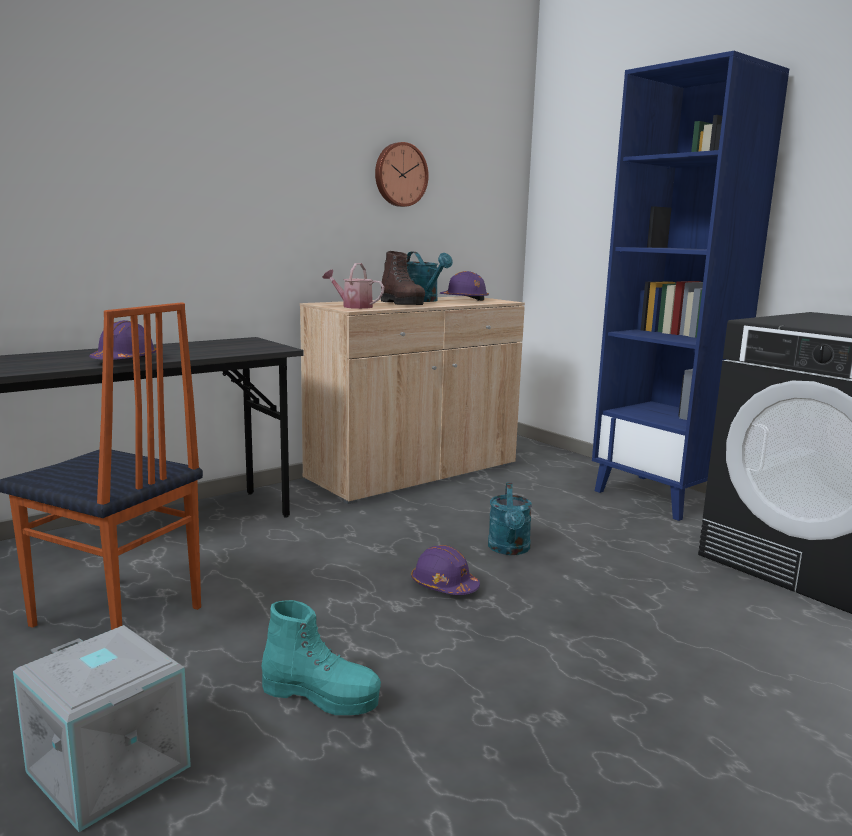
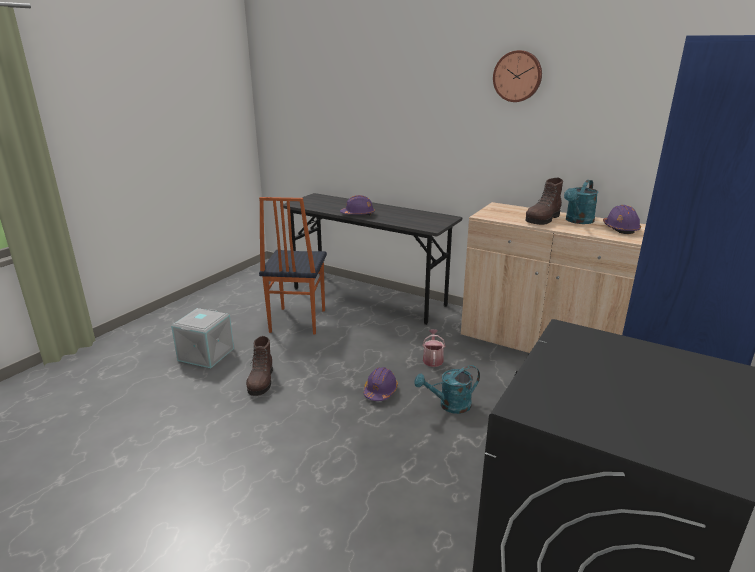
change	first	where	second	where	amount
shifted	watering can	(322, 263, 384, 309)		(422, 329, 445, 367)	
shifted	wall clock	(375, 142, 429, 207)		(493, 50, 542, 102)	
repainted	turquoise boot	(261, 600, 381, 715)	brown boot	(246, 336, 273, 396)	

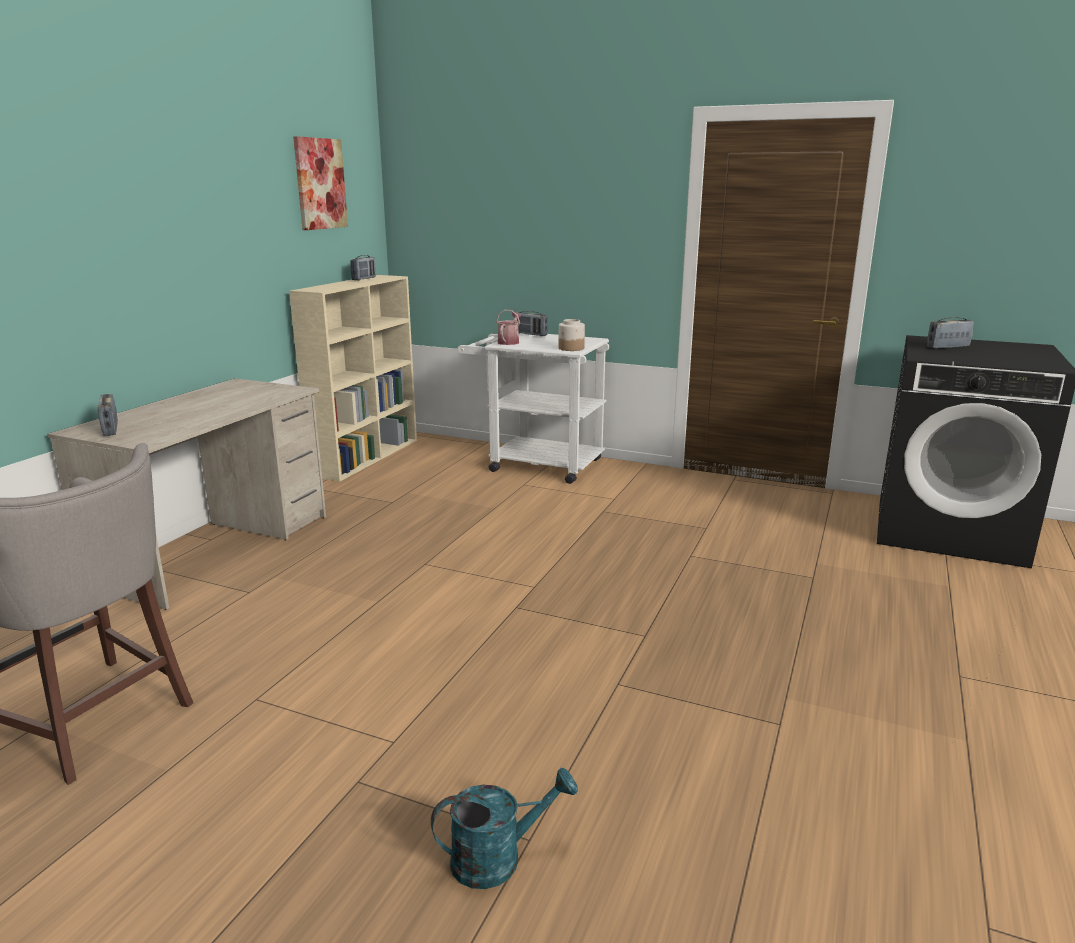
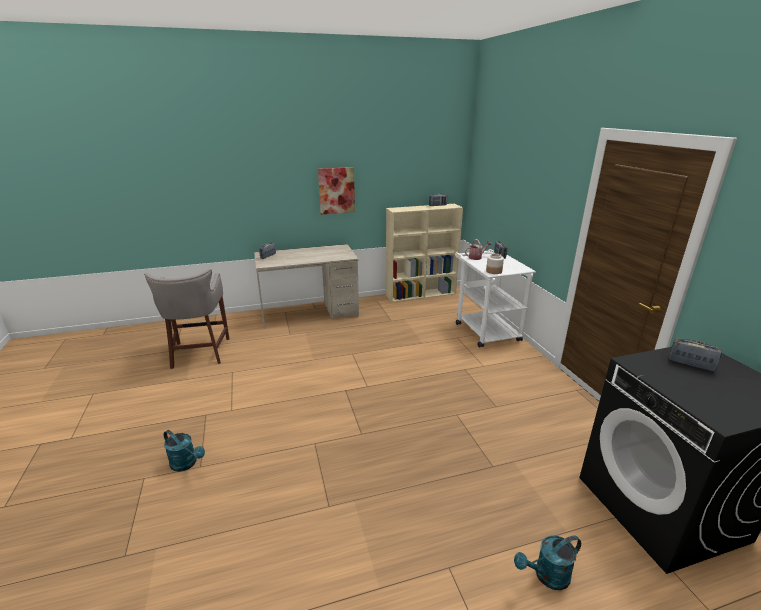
change	first	where	second	where	amount
new			turquoise watering can	(514, 535, 581, 590)	
shifted	picture	(293, 136, 348, 230)		(318, 167, 355, 214)	

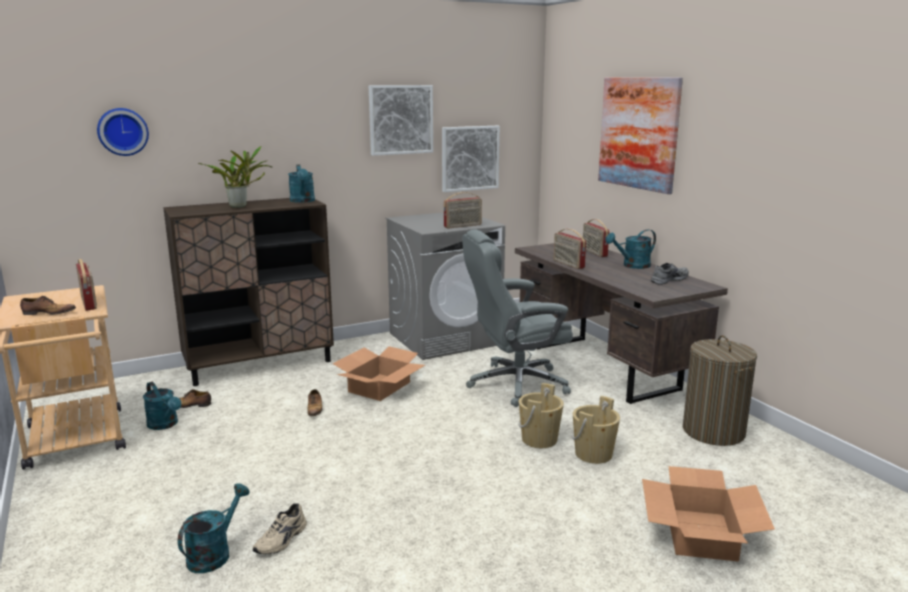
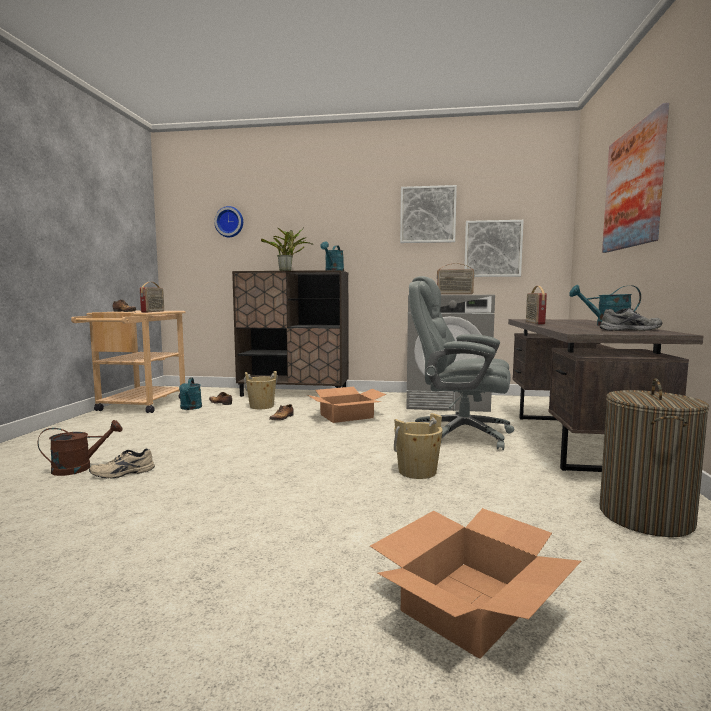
change	first	where	second	where	amount
gone	radio	(583, 219, 609, 257)			
shifted	beige bucket	(572, 396, 620, 464)		(244, 371, 278, 409)	
repainted	turquoise watering can	(178, 483, 250, 573)	brown watering can	(38, 420, 123, 476)	

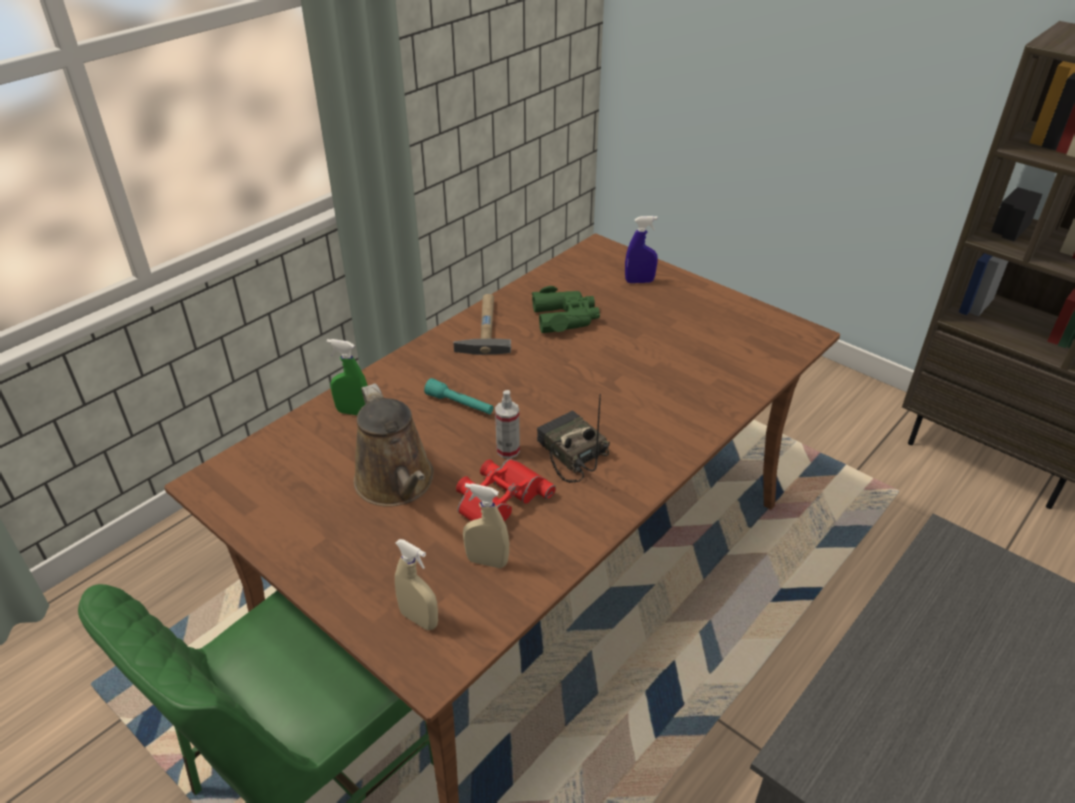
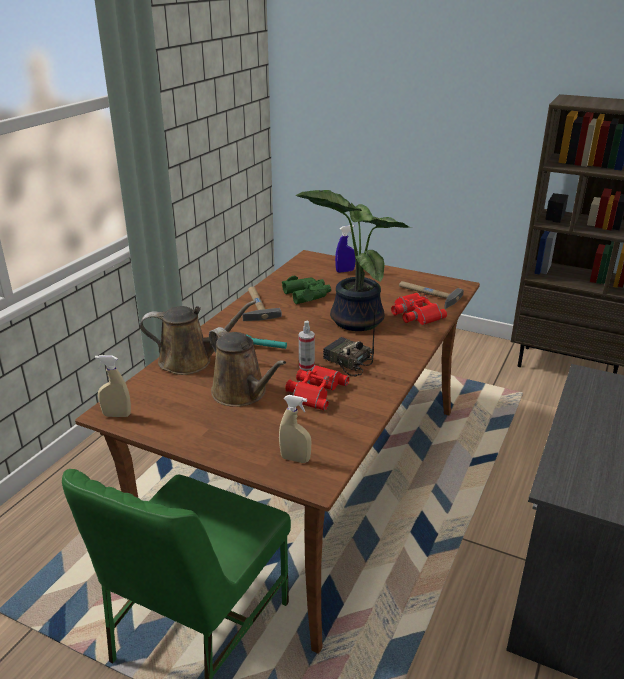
change	first	where	second	where	amount
new			potted plant	(296, 190, 412, 331)	
new			red binoculars	(391, 292, 447, 325)	
new			hammer	(399, 281, 464, 309)	
shifted	beige spray bottle	(463, 483, 509, 568)		(95, 355, 131, 417)	
swapped	green spray bottle	(327, 339, 368, 415)	brown watering can	(140, 300, 256, 375)	

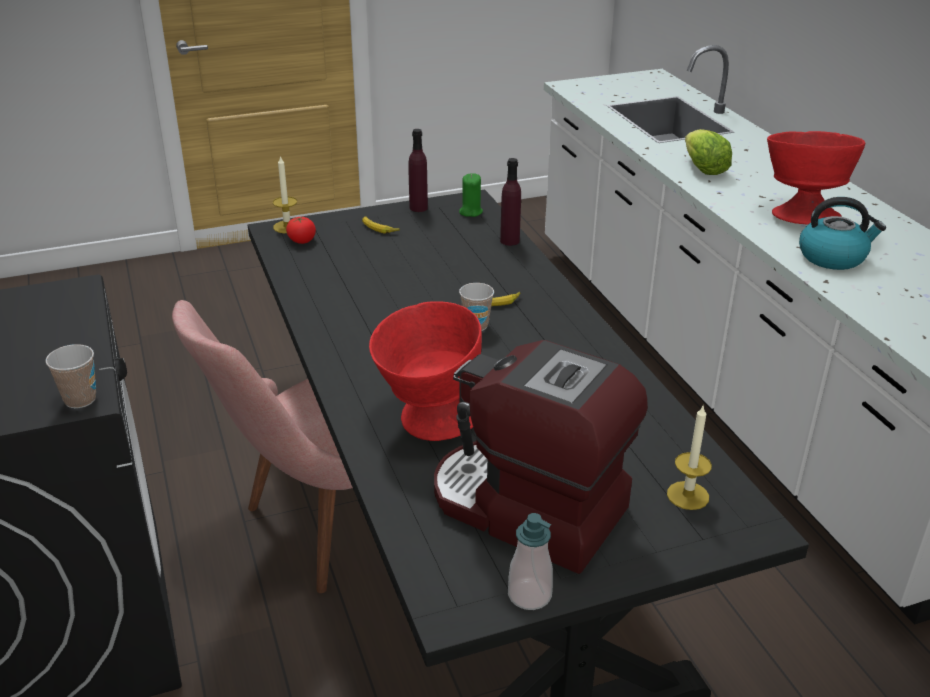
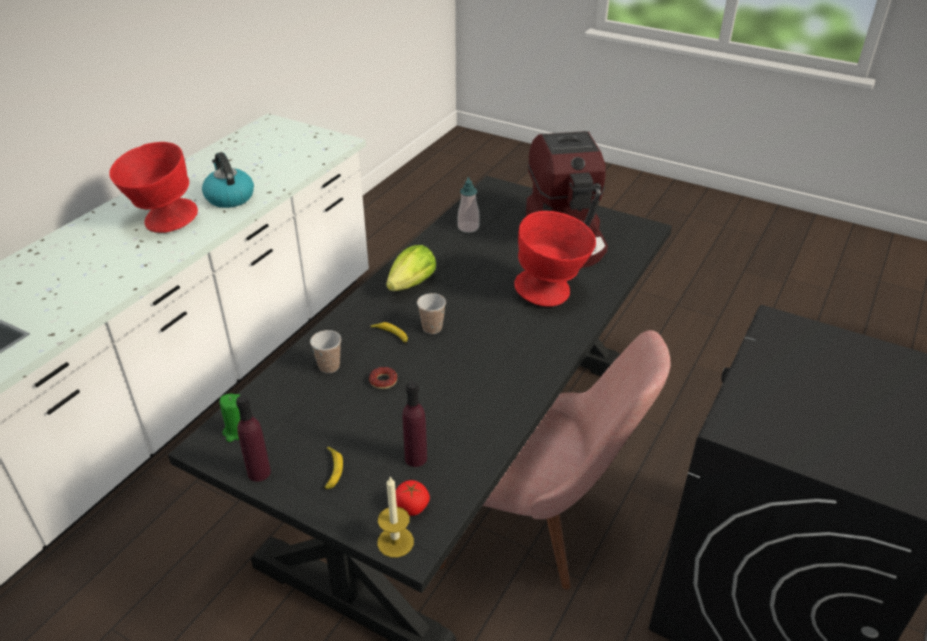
change	first	where	second	where	amount
gone	candle	(667, 406, 712, 510)			
new			donut	(369, 367, 397, 389)	
shifted	cup	(46, 344, 96, 408)		(310, 330, 341, 373)	
shifted	purple bottle	(500, 158, 521, 246)		(402, 381, 427, 467)	
shifted	soap dispenser	(508, 513, 553, 610)		(457, 177, 480, 233)	
shifted	lettuce	(685, 129, 732, 175)		(386, 245, 436, 291)	

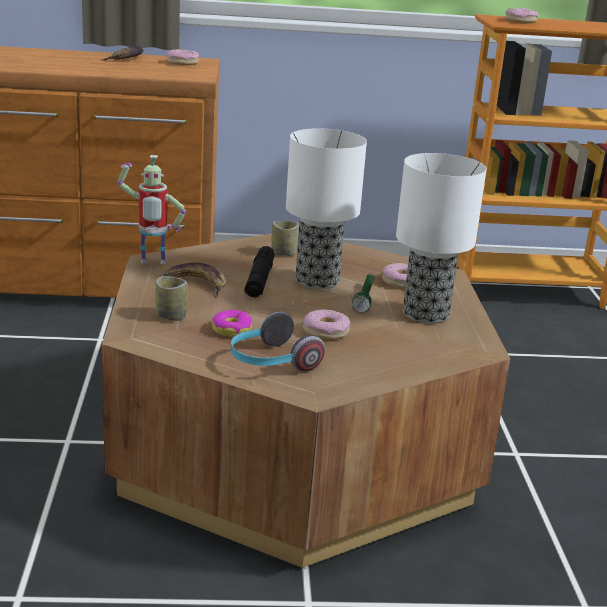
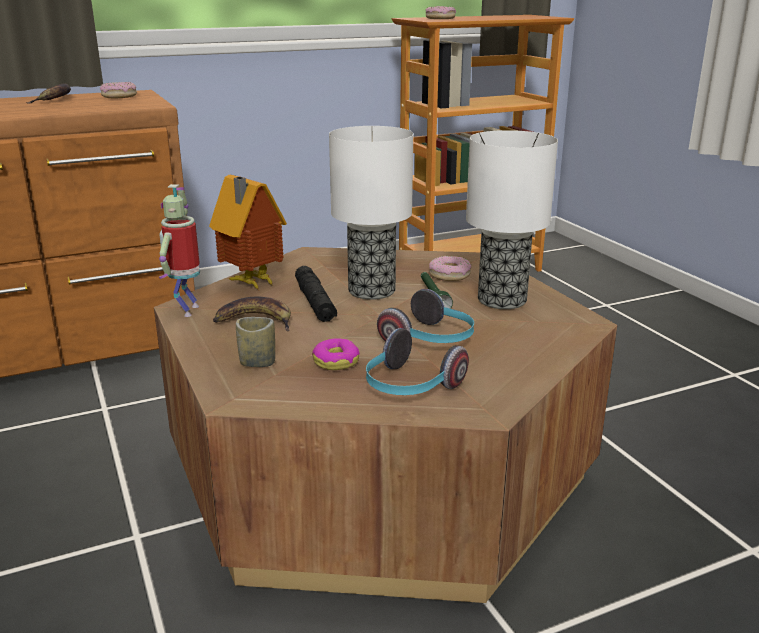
change	first	where	second	where	amount
gone	cup	(271, 221, 299, 256)			
new			toy house	(209, 175, 287, 290)	
swapped	donut	(303, 309, 350, 340)	headphones	(377, 289, 474, 343)	
rotated	toy robot	(117, 155, 186, 264)		(159, 184, 200, 317)	120 degrees clockwise

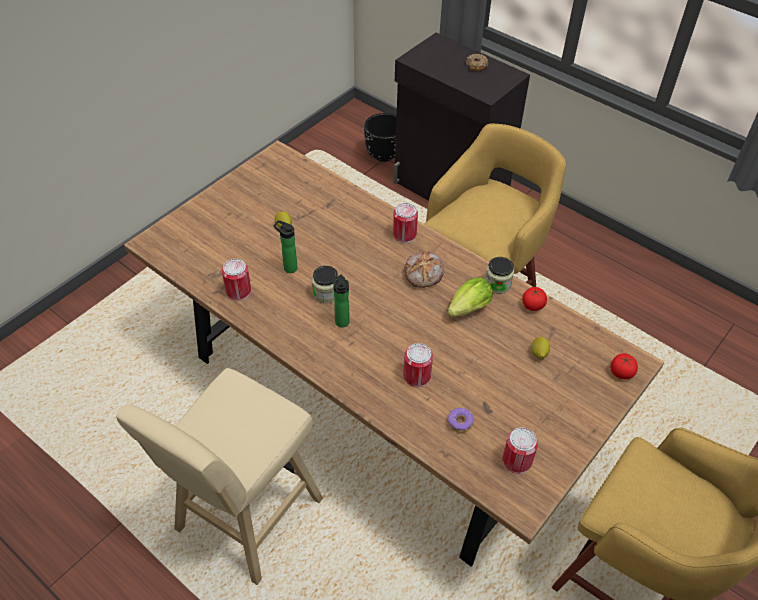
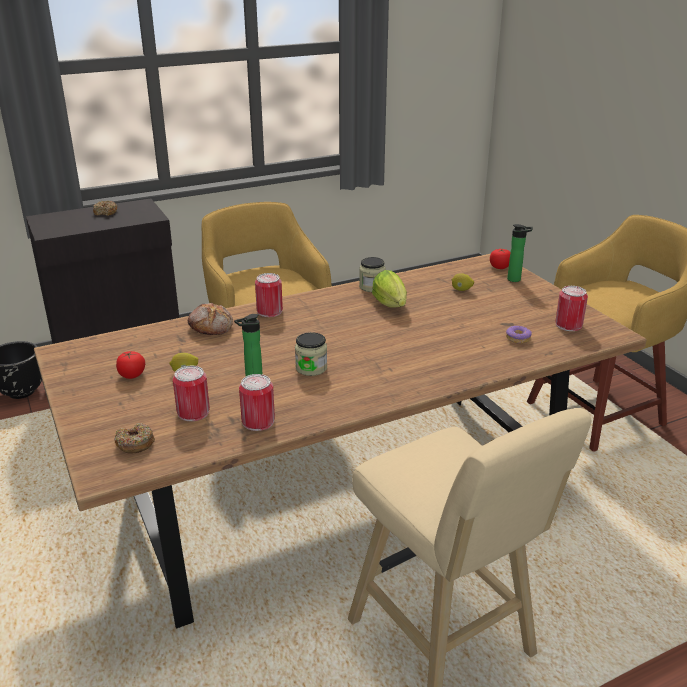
change	first	where	second	where	amount
new			donut	(114, 423, 155, 453)	
shifted	bottle	(333, 275, 350, 328)		(507, 224, 533, 282)	
shifted	can	(403, 343, 433, 387)		(173, 366, 210, 421)	
shifted	bread	(404, 252, 444, 288)		(188, 303, 233, 335)	
shifted	tomato	(522, 287, 547, 311)		(116, 351, 145, 379)	

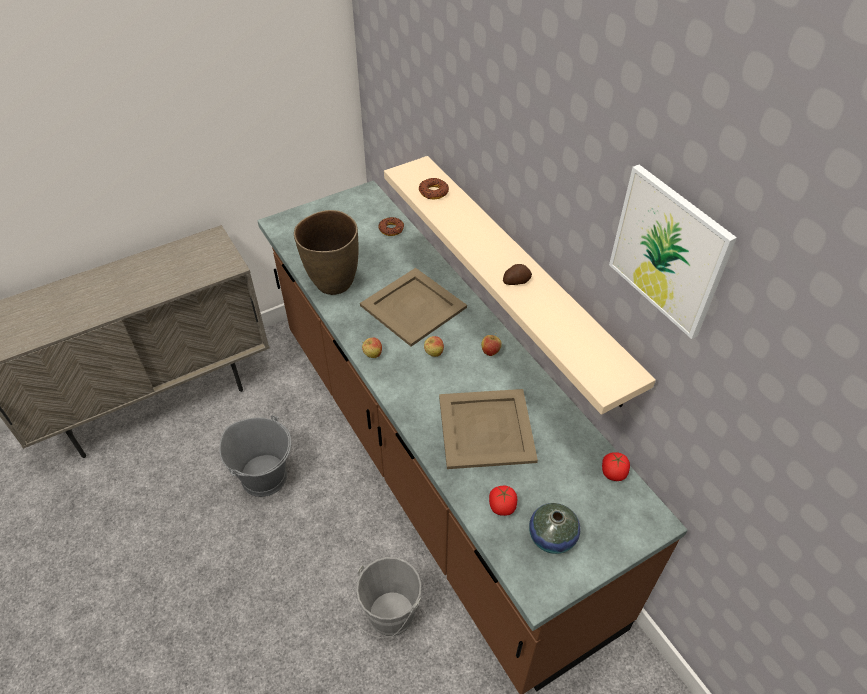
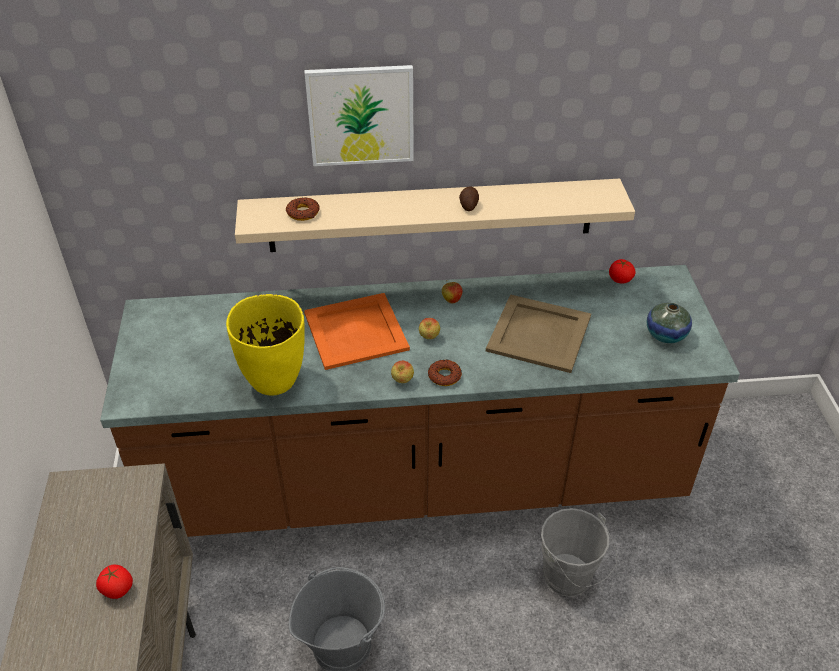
change	first	where	second	where	amount
shifted	donut	(378, 217, 404, 236)		(428, 359, 462, 386)	
shifted	tomato	(489, 486, 517, 516)		(96, 565, 133, 599)	
shifted	picture	(609, 165, 737, 339)		(305, 65, 414, 166)	
repainted	brown vase	(294, 210, 359, 295)	yellow vase	(226, 294, 305, 396)	
repainted	beige tray	(360, 268, 467, 347)	orange tray	(304, 293, 410, 370)	

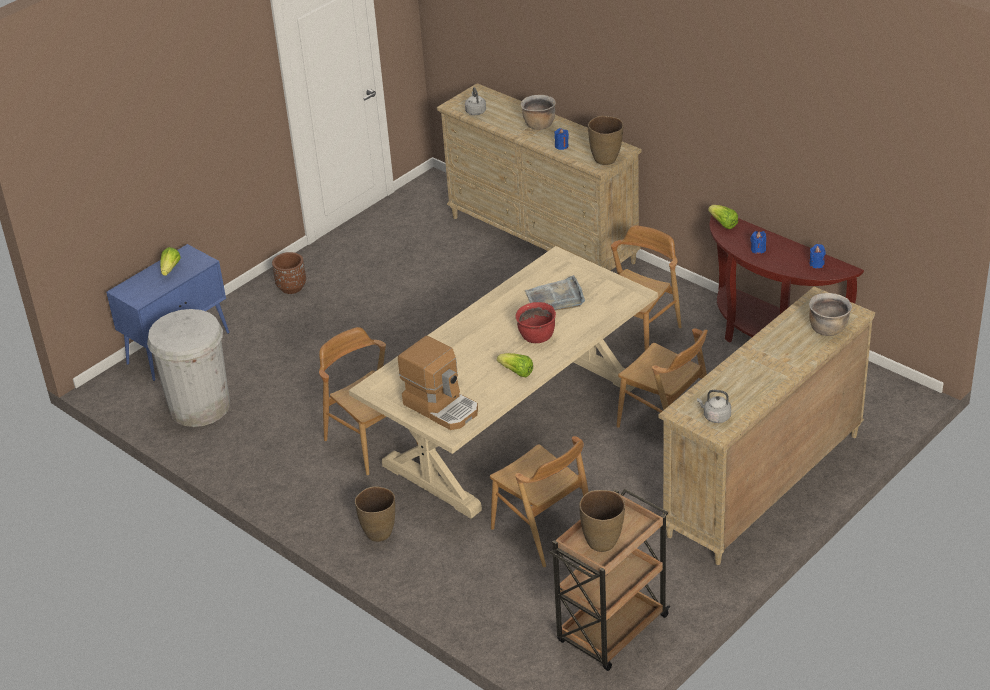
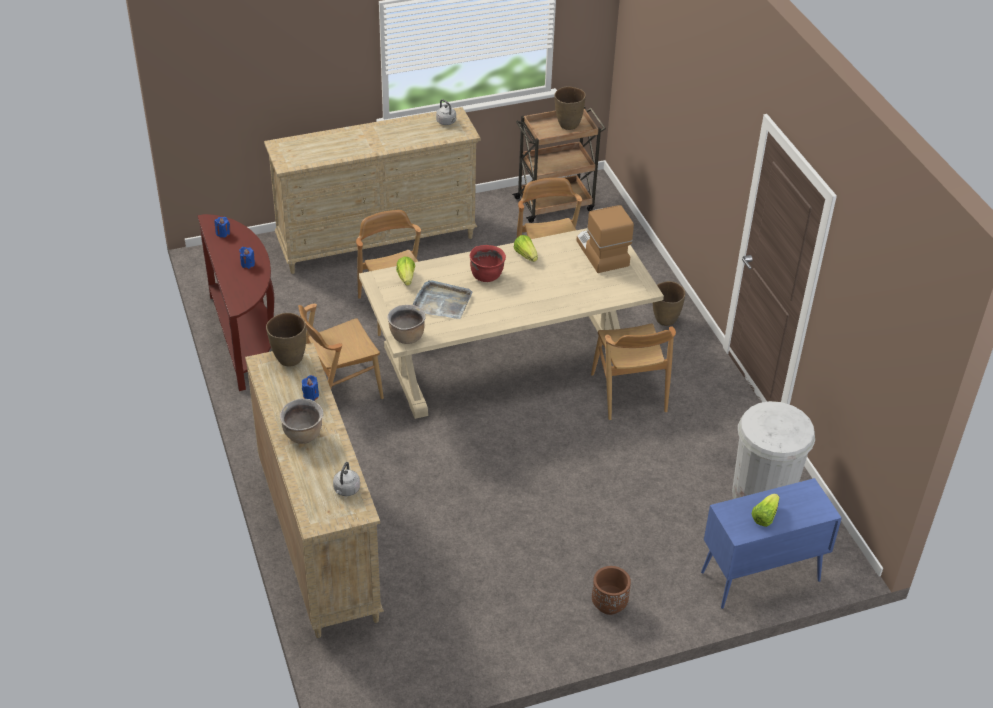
change	first	where	second	where	amount
shifted	lettuce	(708, 205, 738, 229)		(396, 256, 415, 286)	
shifted	brown cooking pot	(809, 293, 852, 336)		(387, 305, 425, 344)	

